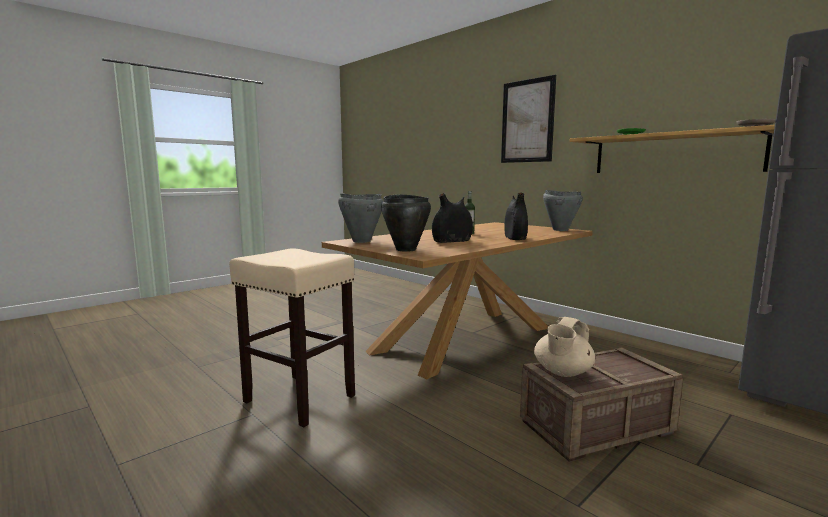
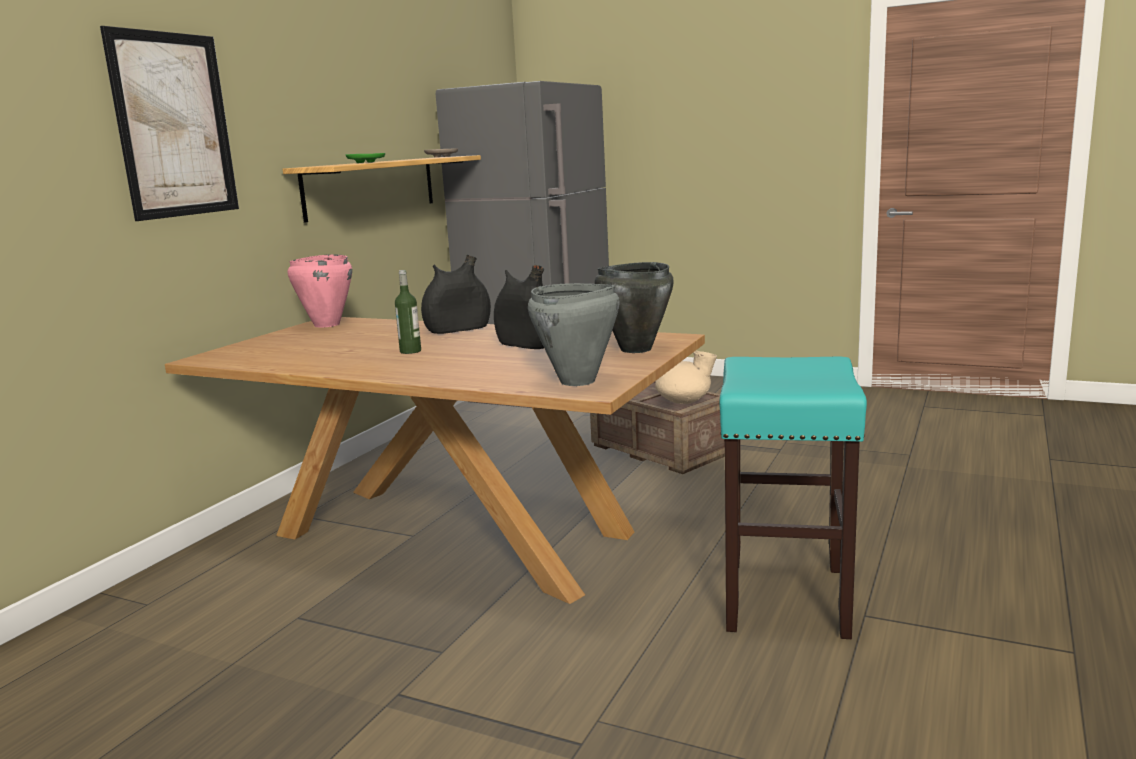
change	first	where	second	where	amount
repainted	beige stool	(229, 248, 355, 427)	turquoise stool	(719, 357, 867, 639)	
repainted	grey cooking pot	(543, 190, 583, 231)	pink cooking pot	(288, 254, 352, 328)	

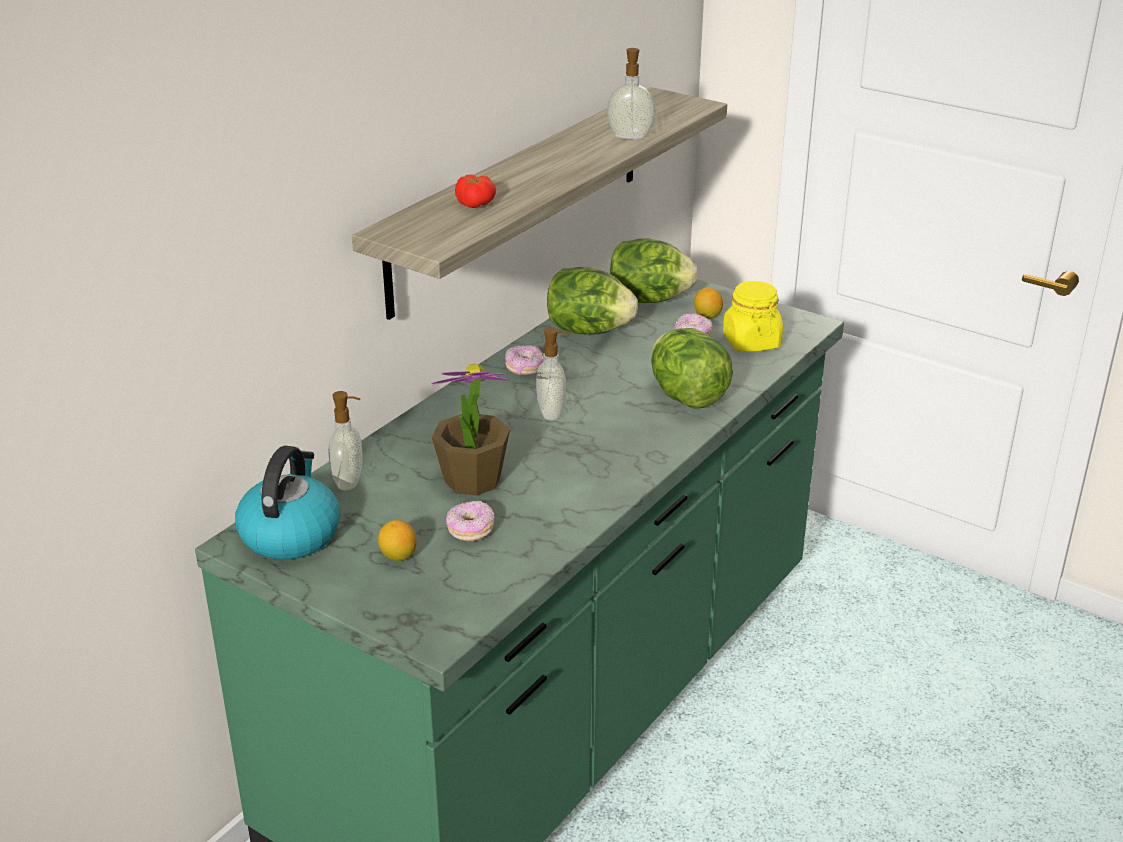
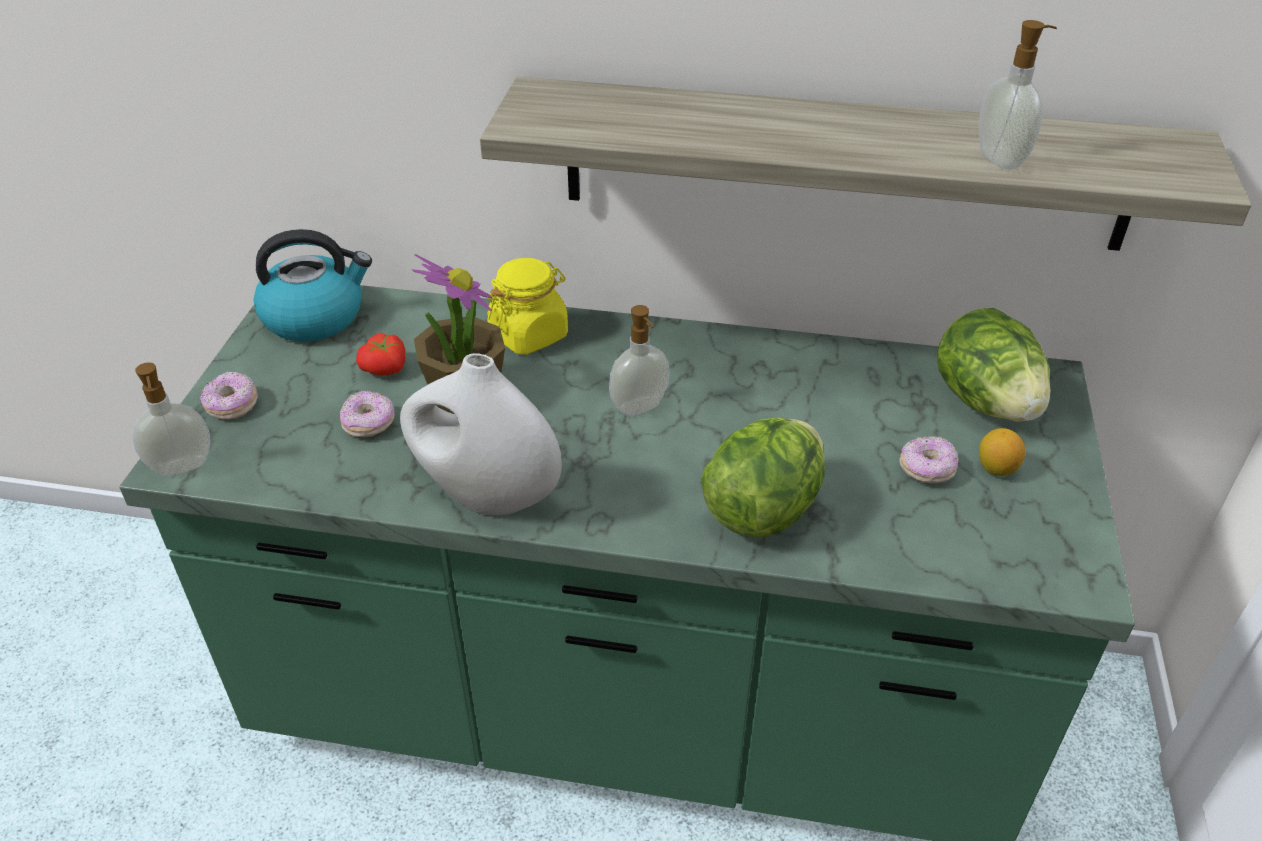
change	first	where	second	where	amount
gone	lemon	(378, 520, 417, 561)			
gone	lettuce	(547, 267, 638, 334)			
new			white vase	(400, 353, 562, 515)	
shifted	soap dispenser	(328, 391, 362, 490)		(132, 362, 210, 476)	
shifted	tomato	(455, 174, 496, 208)		(356, 333, 405, 376)	
shifted	donut	(505, 345, 543, 375)		(200, 372, 257, 419)	
shifted	yellow jar	(723, 281, 783, 352)		(488, 258, 568, 355)	

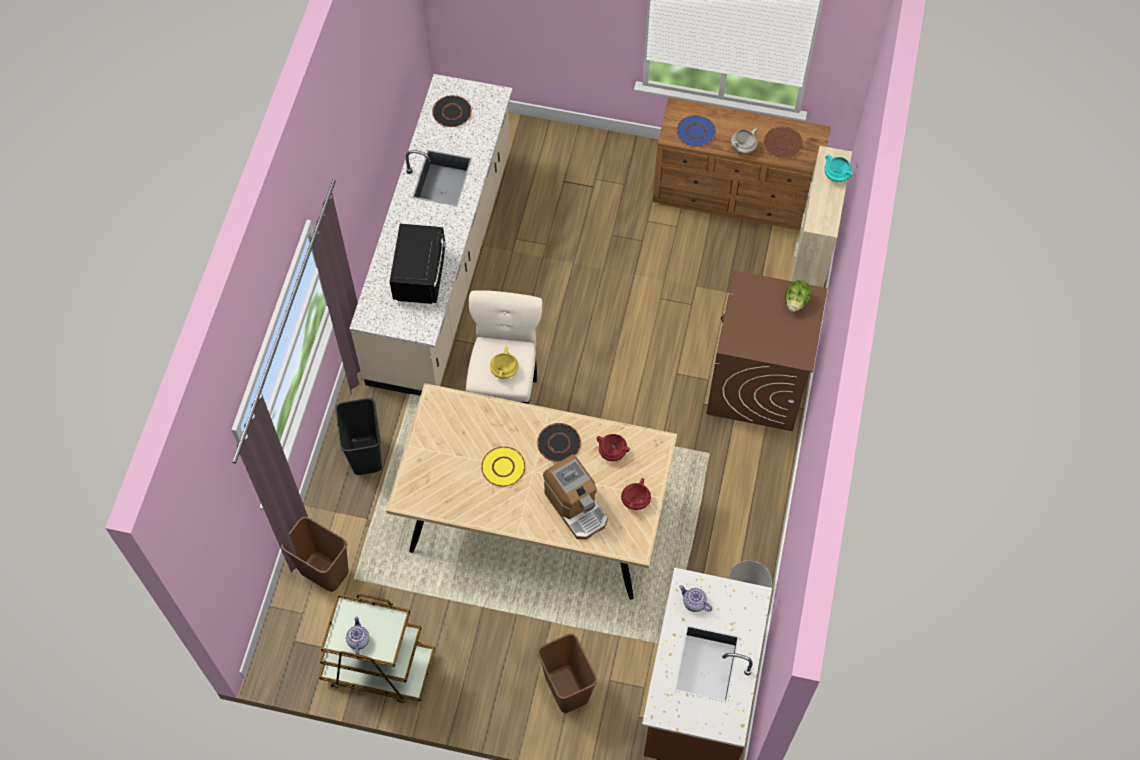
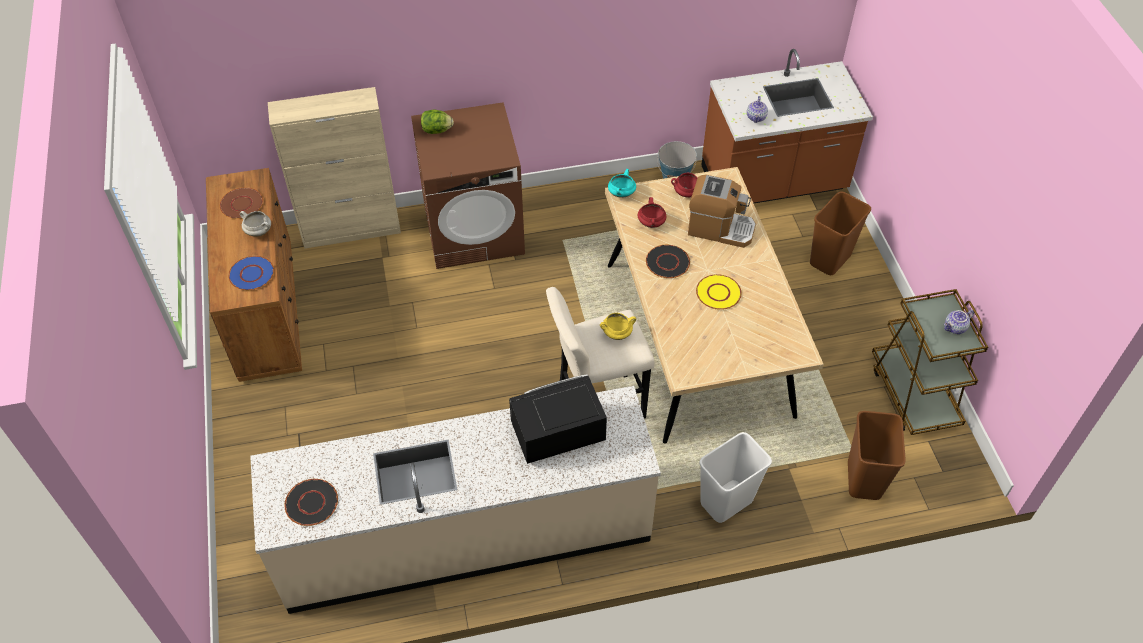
change	first	where	second	where	amount
shifted	turquoise cooking pot	(824, 155, 853, 182)		(608, 169, 636, 198)	
repainted	black trash can	(335, 398, 382, 475)	white trash can	(699, 432, 772, 523)	
rotated	coffee machine	(543, 454, 608, 540)		(688, 175, 756, 248)	75 degrees clockwise

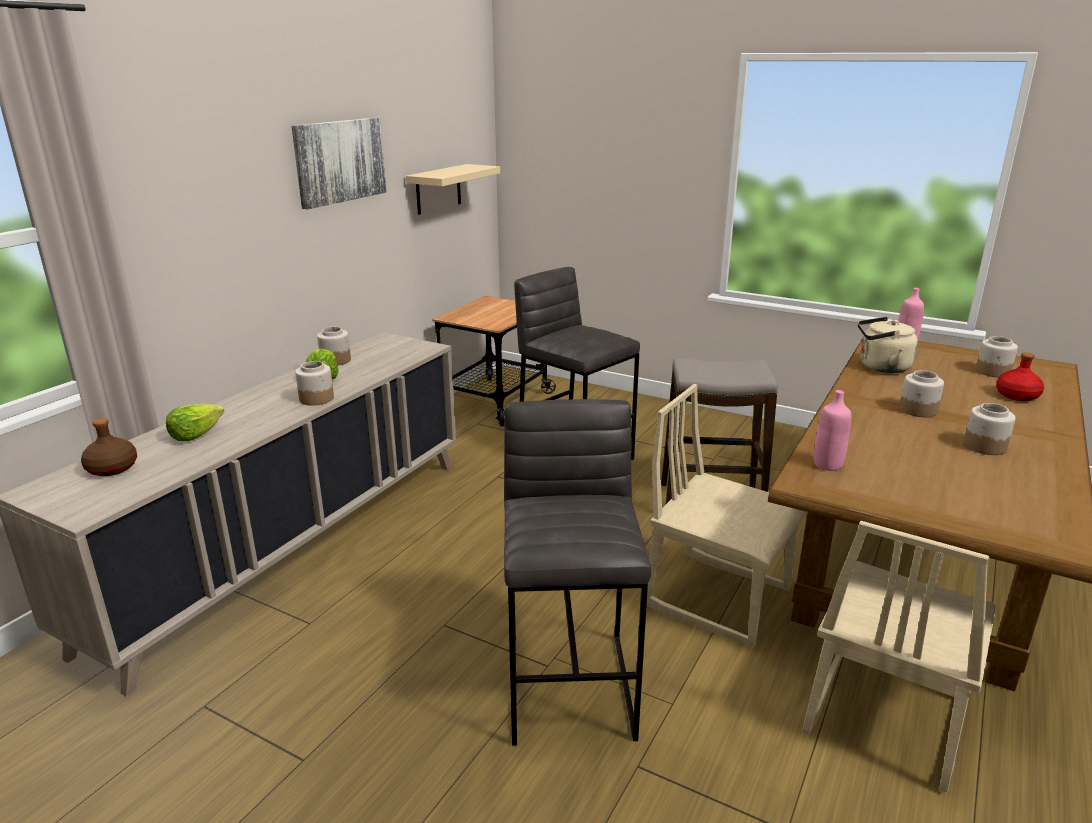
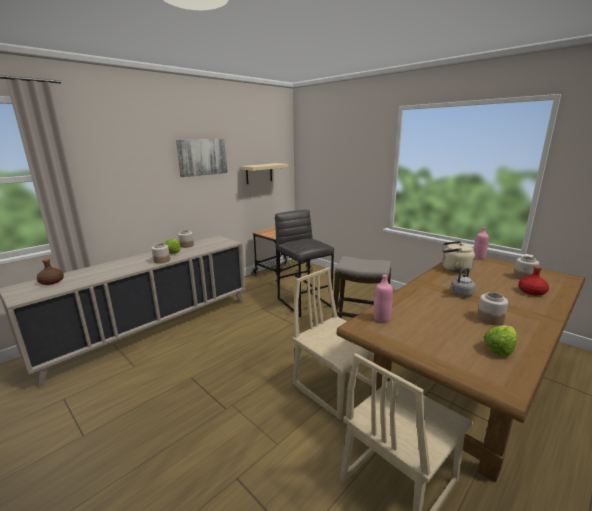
change	first	where	second	where	amount
gone	grey stool	(504, 399, 651, 746)			
shifted	lettuce	(166, 404, 224, 441)		(484, 325, 517, 356)	
swapped	jar	(899, 370, 944, 417)	grey kettle	(450, 268, 475, 296)	

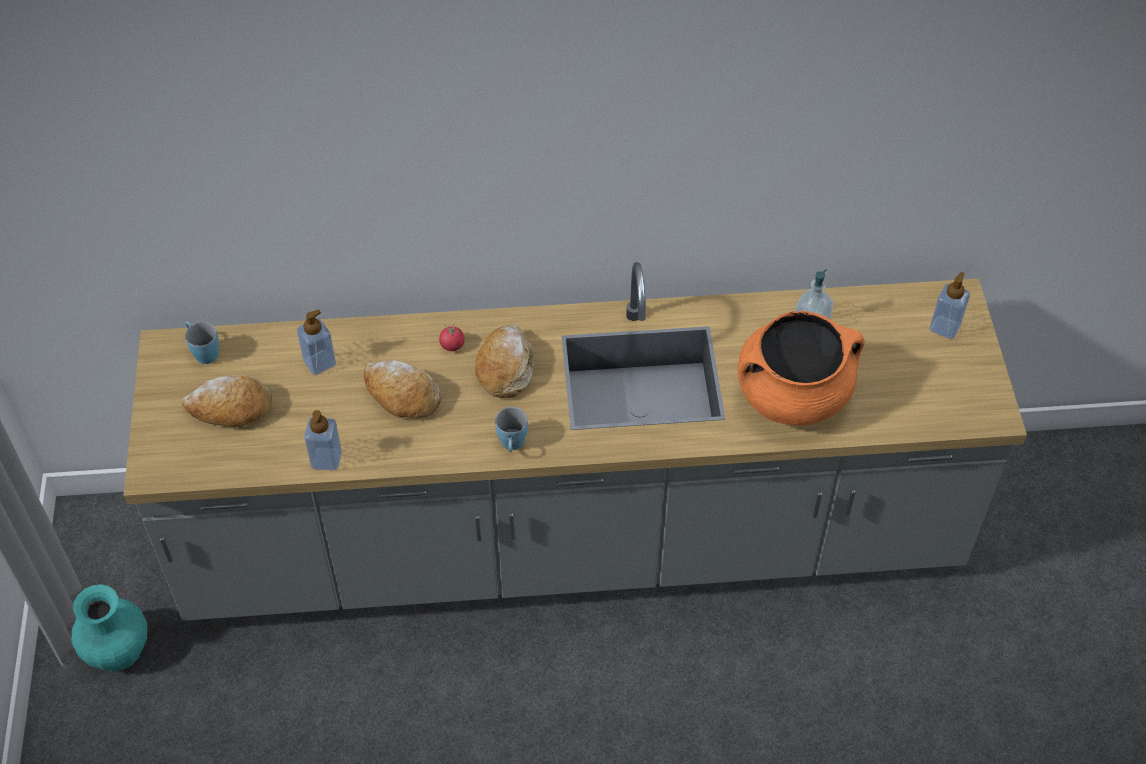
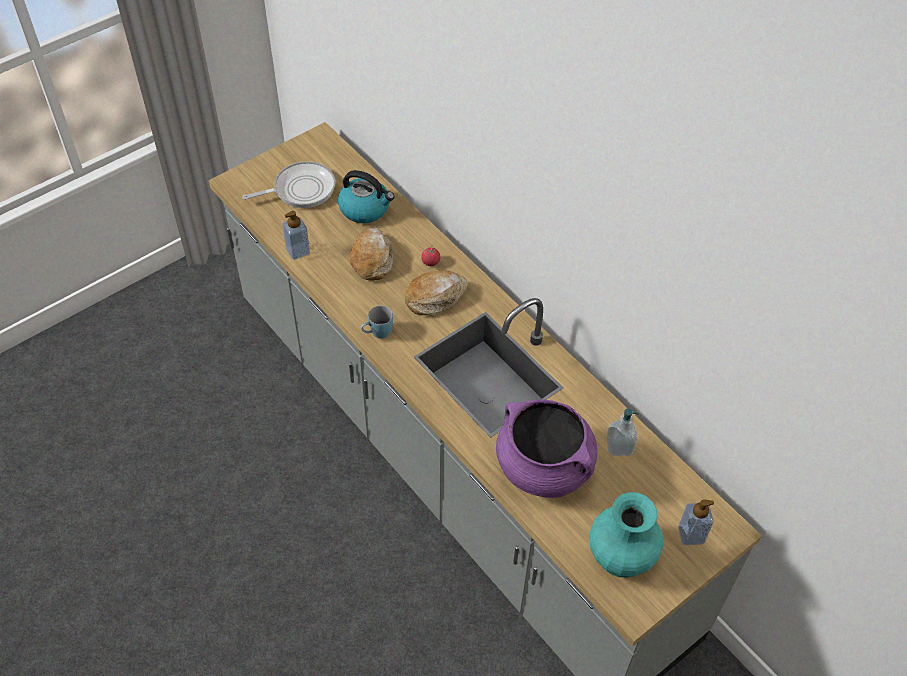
change	first	where	second	where	amount
gone	blue mug	(185, 321, 219, 364)			
shifted	turquoise vase	(72, 584, 147, 672)		(590, 492, 663, 578)	
swapped	bread	(182, 375, 272, 427)	frying pan	(243, 161, 335, 208)	
swapped	soap dispenser	(297, 310, 336, 375)	kettle	(338, 170, 394, 223)	
repainted	orange cooking pot	(738, 311, 865, 425)	purple cooking pot	(496, 399, 597, 498)	

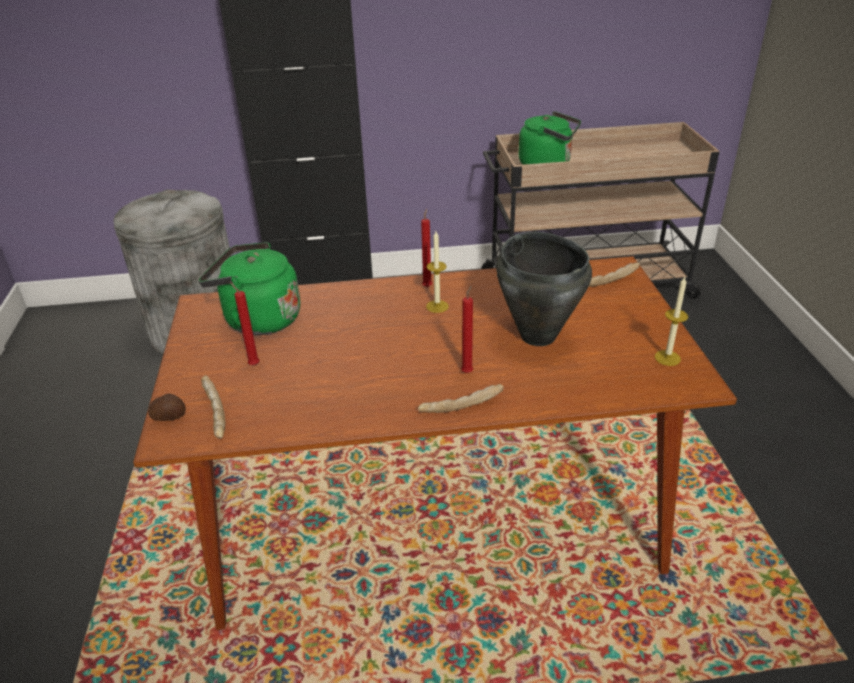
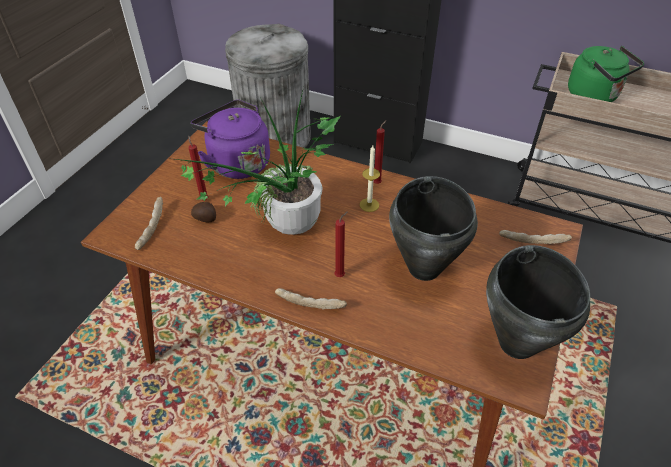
change	first	where	second	where	amount
new			potted plant	(168, 91, 341, 235)	
shifted	potato	(148, 394, 186, 421)		(191, 202, 216, 222)	
swapped	candle	(655, 277, 688, 366)	black cooking pot	(486, 245, 590, 359)	
repainted	green kettle	(199, 242, 300, 335)	purple kettle	(191, 100, 270, 179)	

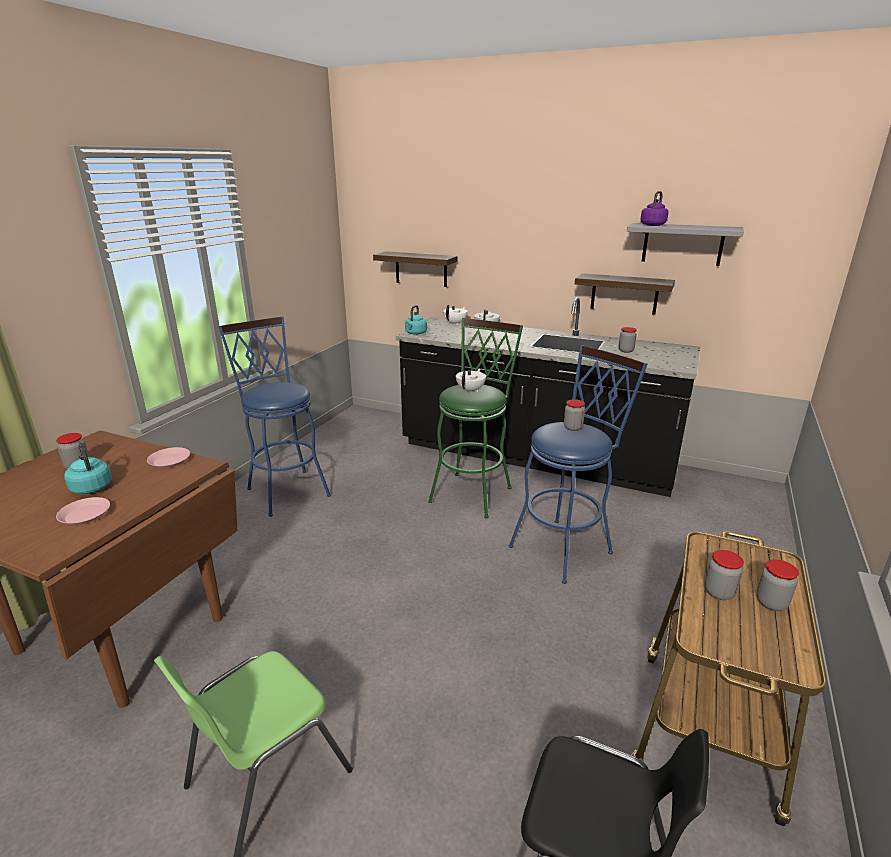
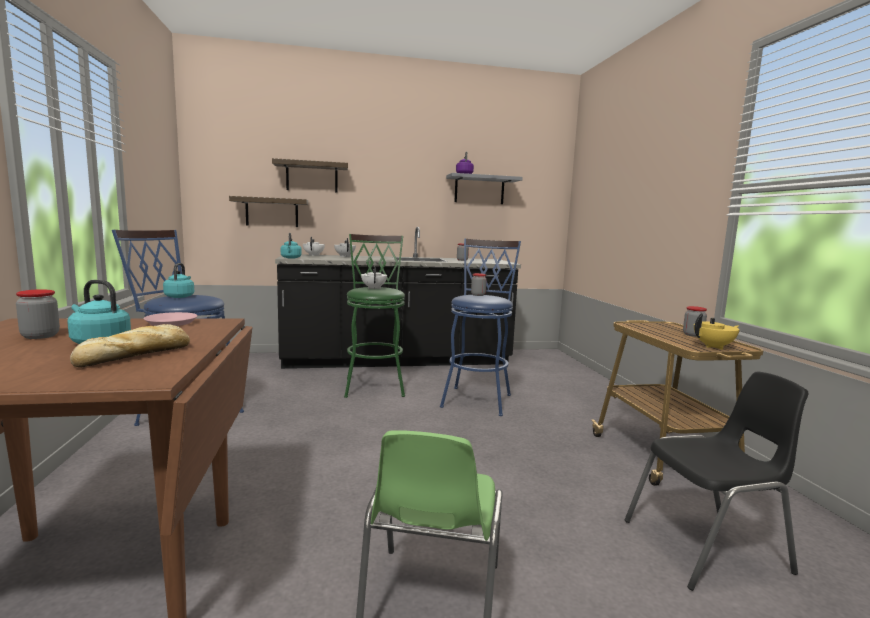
change	first	where	second	where	amount
gone	jar	(705, 550, 744, 600)			
new			turquoise kettle	(163, 263, 194, 298)	
new			yellow teapot	(694, 313, 740, 350)	
shifted	shelf	(575, 273, 675, 315)		(272, 158, 348, 192)	
swapped	pink plate	(56, 497, 110, 525)	bread	(70, 324, 190, 368)	

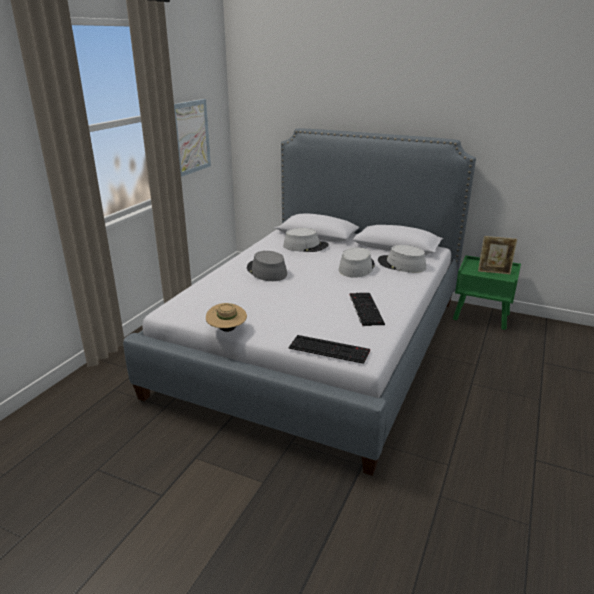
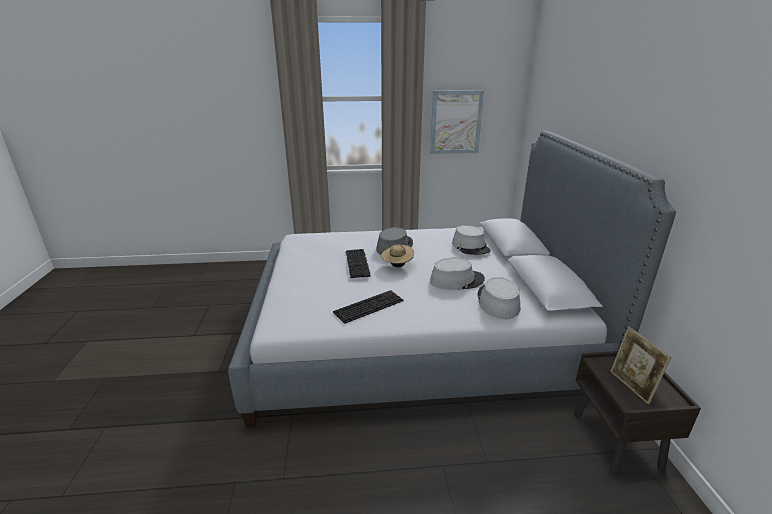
change	first	where	second	where	amount
shifted	beige hat	(206, 303, 247, 332)		(381, 244, 414, 267)	
shifted	keyboard	(289, 335, 370, 364)		(346, 249, 370, 278)	
repainted	green nightstand	(453, 255, 521, 330)	brown nightstand	(574, 351, 701, 475)	

